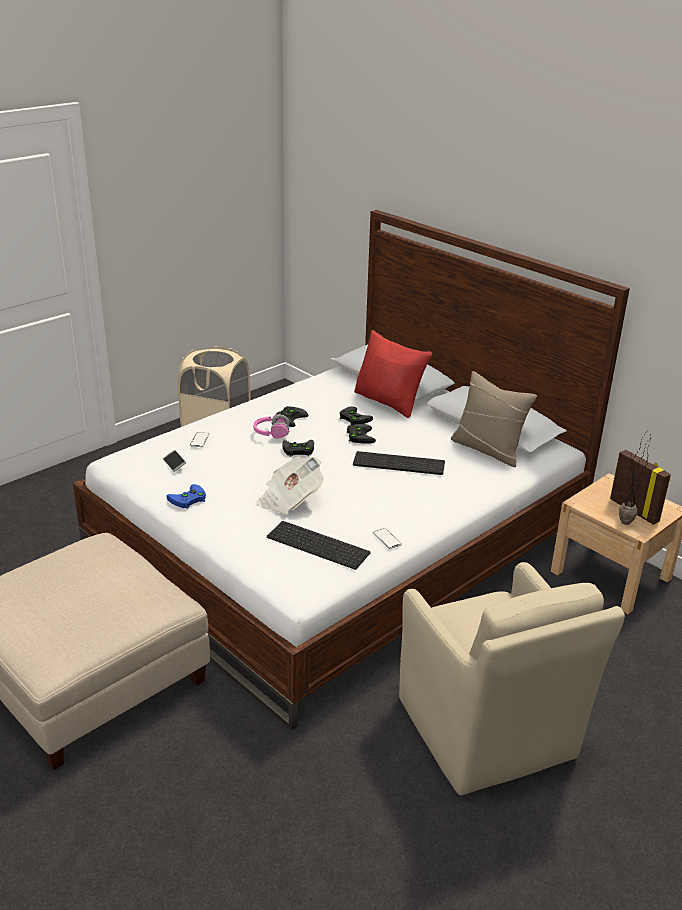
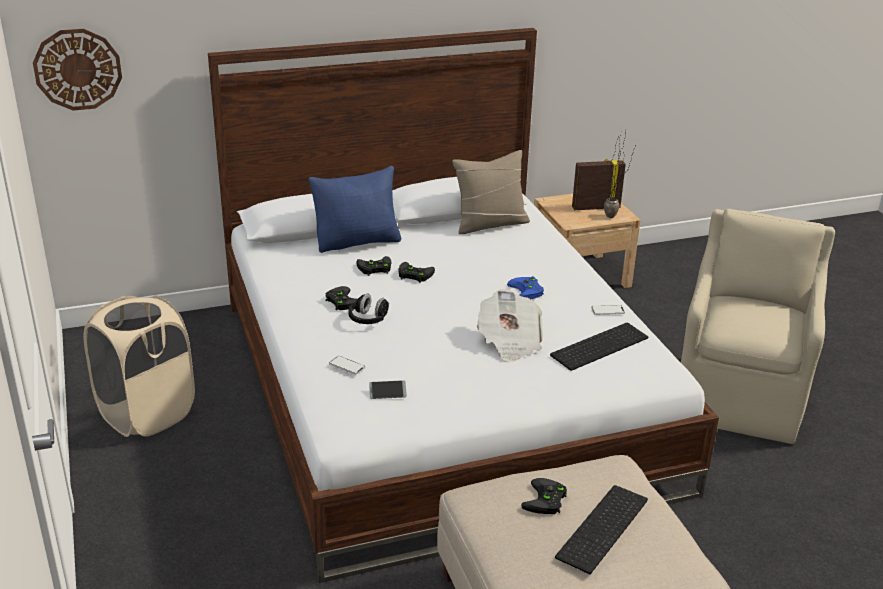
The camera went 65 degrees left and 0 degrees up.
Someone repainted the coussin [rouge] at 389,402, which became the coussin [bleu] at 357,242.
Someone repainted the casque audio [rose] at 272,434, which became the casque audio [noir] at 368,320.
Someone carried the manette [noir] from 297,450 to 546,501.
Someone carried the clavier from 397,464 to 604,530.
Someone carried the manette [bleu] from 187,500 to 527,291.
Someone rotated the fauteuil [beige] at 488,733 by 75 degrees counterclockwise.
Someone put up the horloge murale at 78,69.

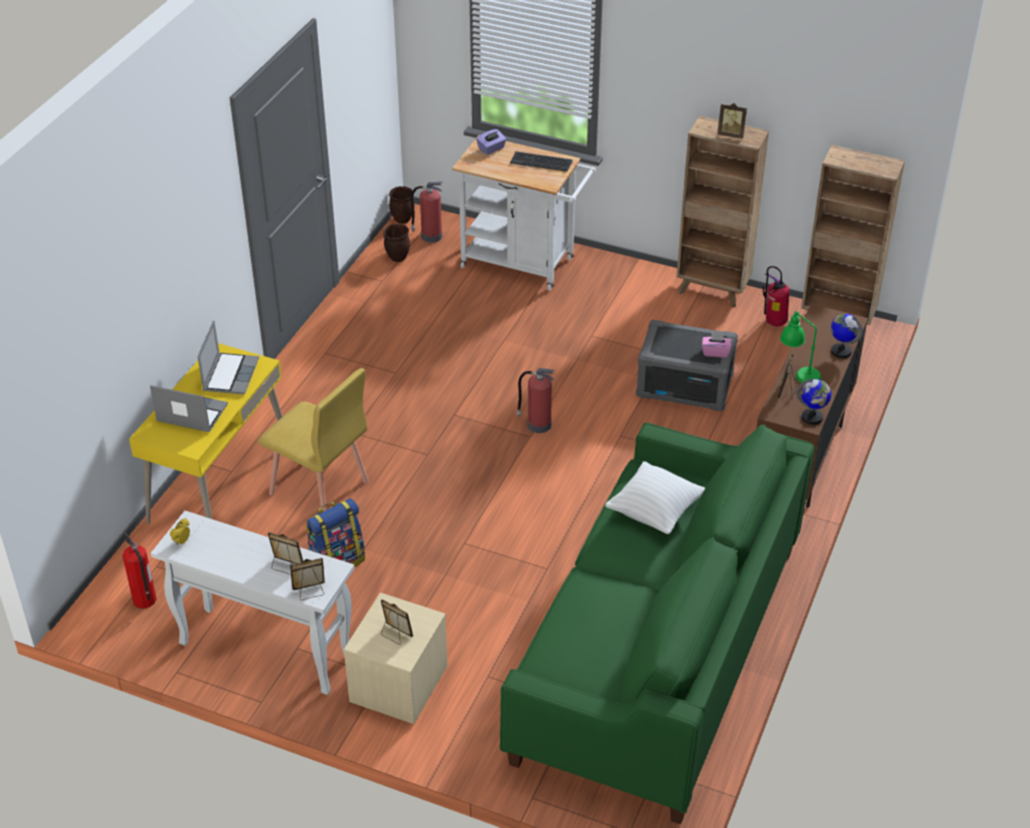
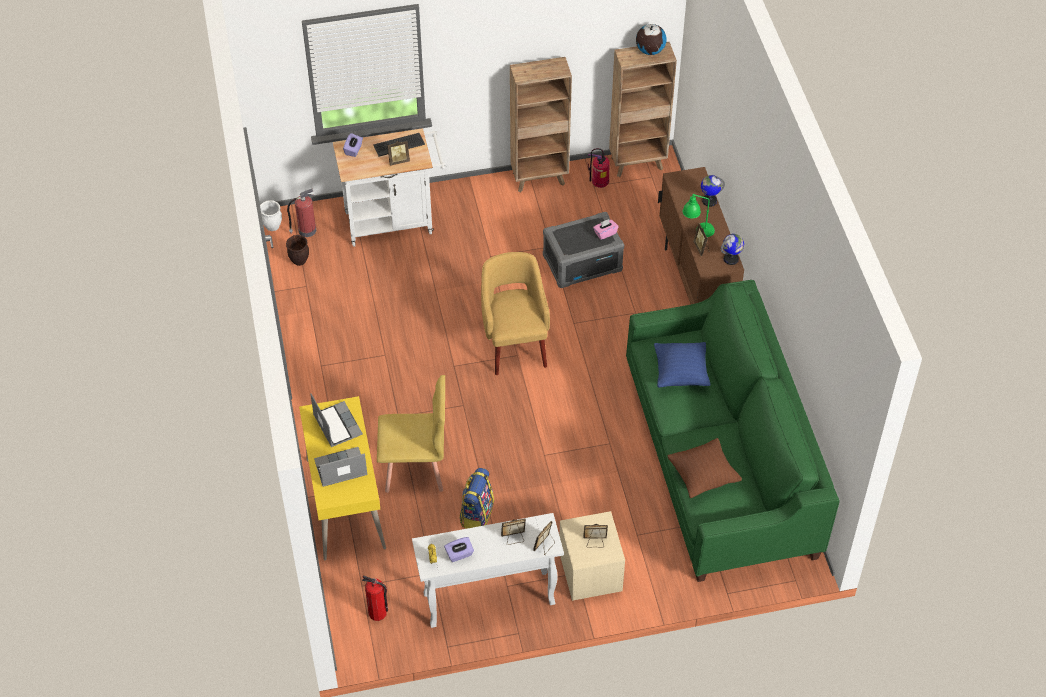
The camera went 35 degrees left and 10 degrees up.
Someone carried the cadre photo from 731,134 to 398,161.
Someone repainted the cache-pot [marron] at 403,219, which became the cache-pot [blanc] at 273,226.
Someone swapped the extincteur at 537,424 for the fauteuil [jaune] at 514,343.
Someone repainted the coussin [blanc] at 654,512, which became the coussin [bleu] at 680,373.
Someone put down the globe at 649,51.
Someone put down the coussin [marron] at 703,476.
Someone put down the boîte à mouchoirs [violet] at 459,554.

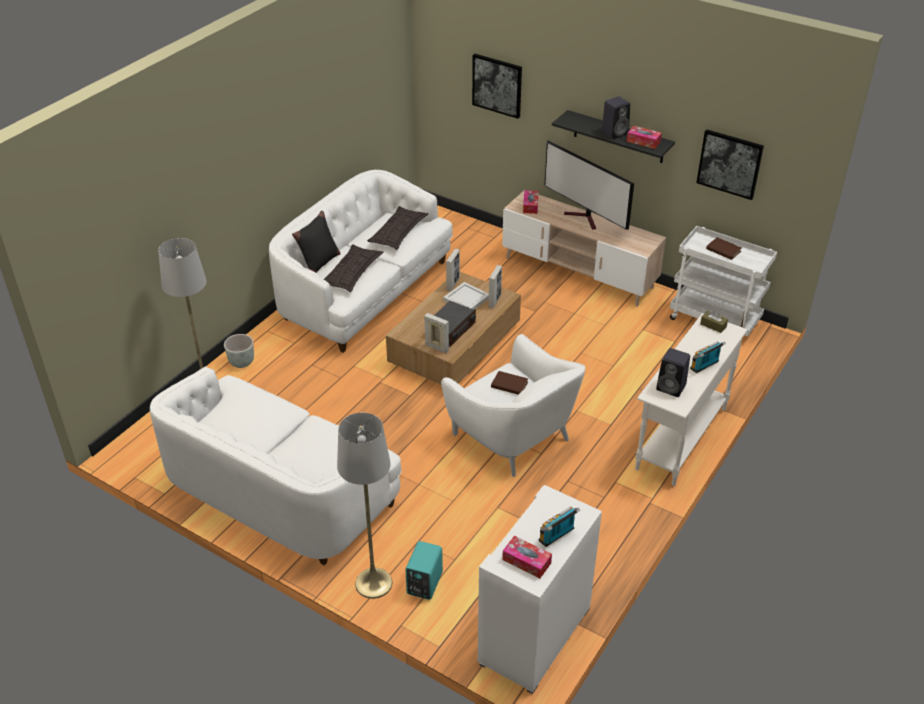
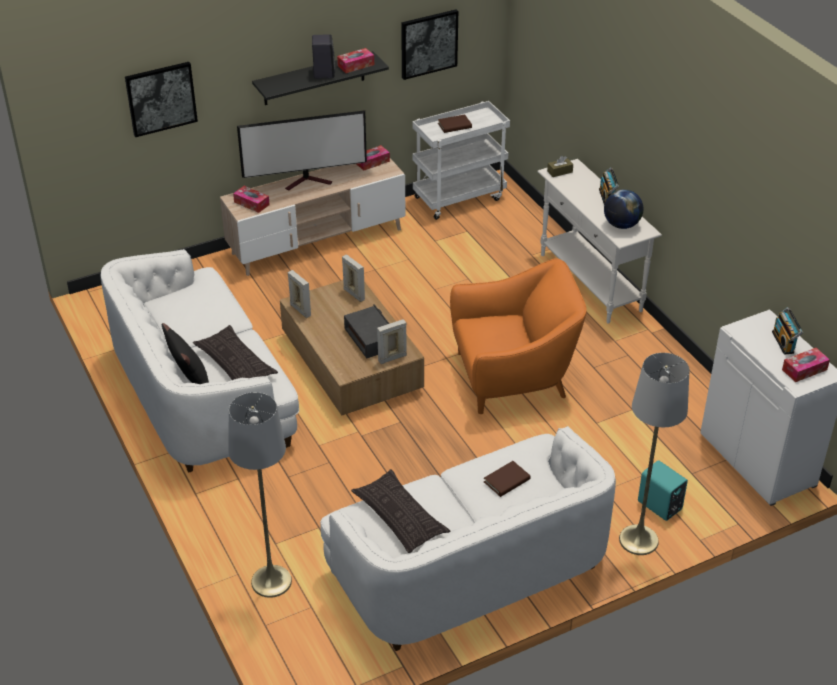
The camera went 60 degrees left and 0 degrees up.
Someone carried the coussin from 398,232 to 399,516.
Someone took away the plateau [blanc] at 466,299.
Someone took away the cache-pot [gris] at 241,362.
Someone repainted the fauteuil [blanc] at 513,436, which became the fauteuil [orange] at 513,376.
Someone swapped the enceinte [noir] at 672,387 for the globe at 621,225.
Someone carried the livre [marron] from 509,385 to 506,481.
Someone put down the boîte à mouchoirs at 372,162.

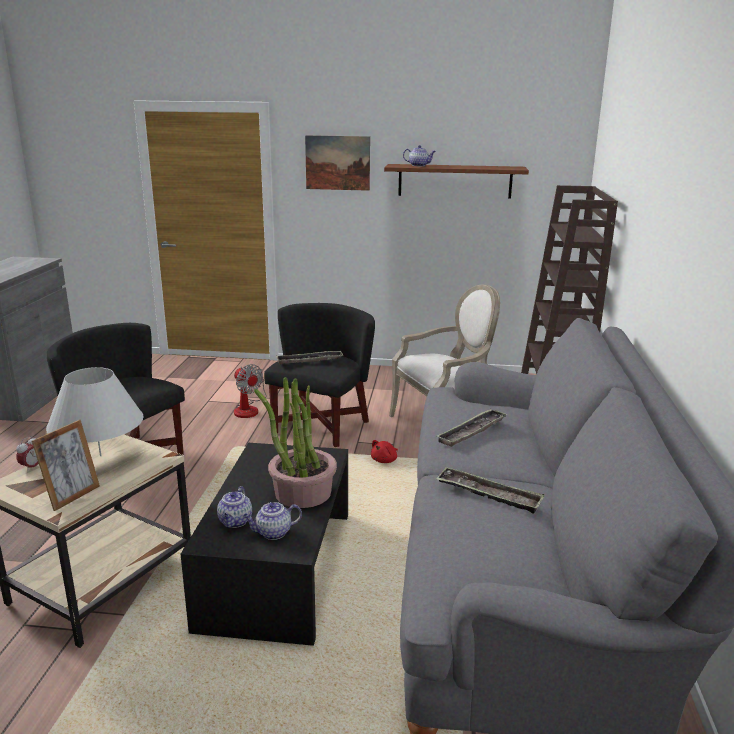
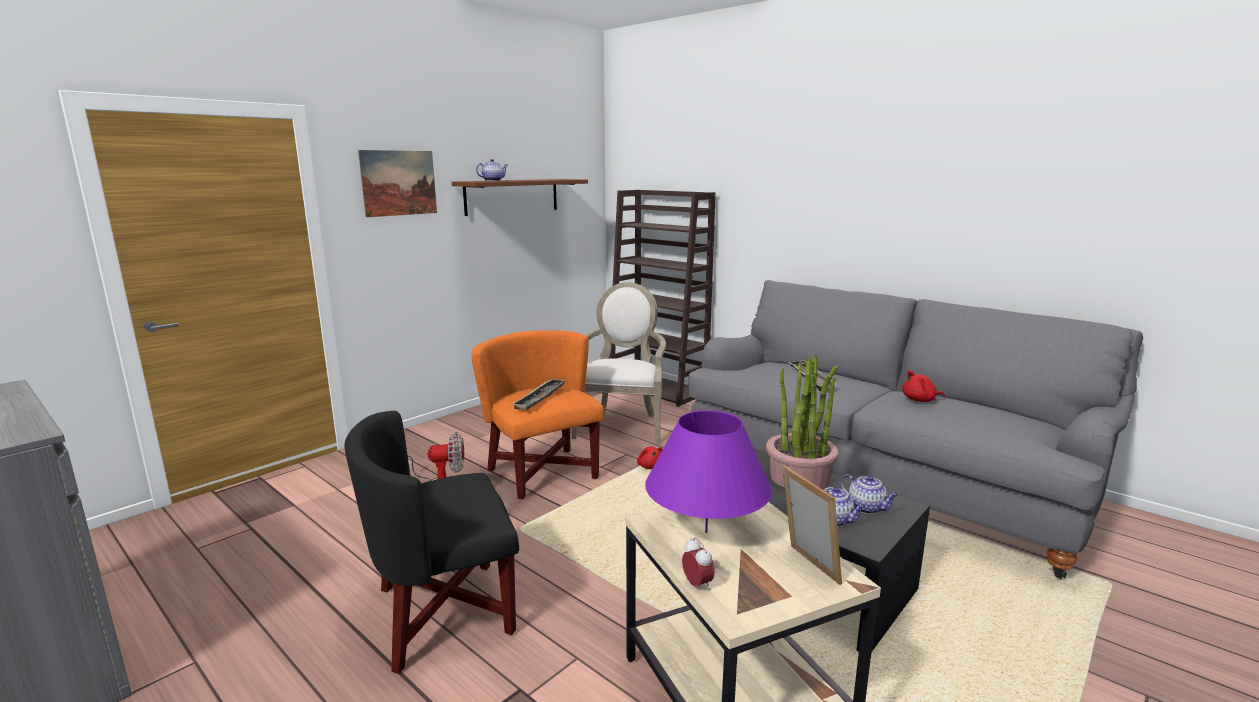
The camera went 55 degrees left and 5 degrees down.
Someone repainted the fauteuil [noir] at 320,426, which became the fauteuil [orange] at 543,472.
Someone repainted the lampe de table [blanc] at 100,456, which became the lampe de table [violet] at 706,532.
Someone swapped the plateau at 488,494 for the peluche [rouge] at 920,400.
Someone rotated the théière at 273,533 by 60 degrees counterclockwise.

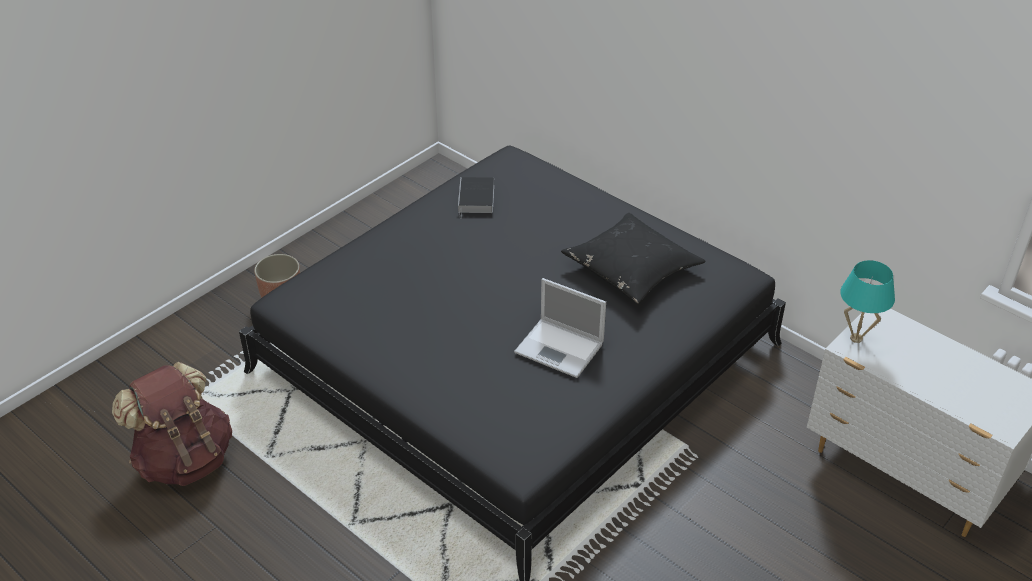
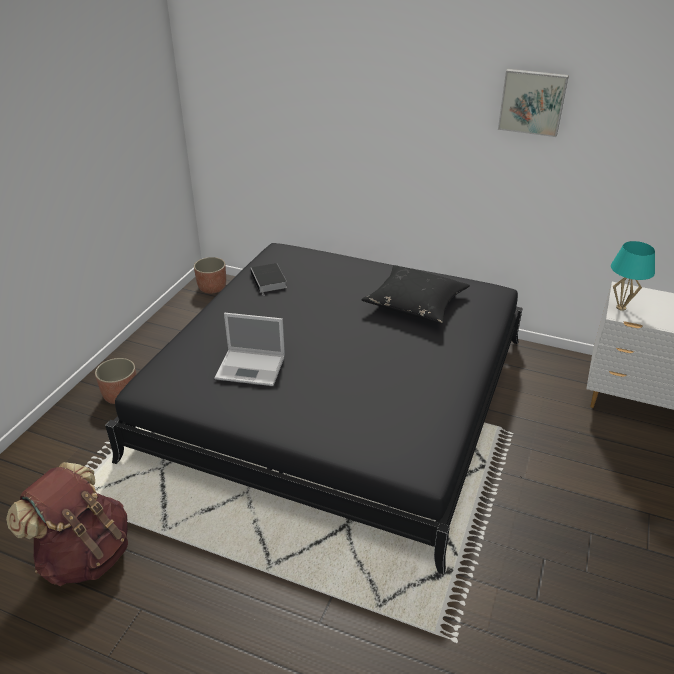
The camera went 20 degrees left and 5 degrees down.
Someone carried the ordinateur portable from 560,348 to 252,367.
Someone put up the tableau at 532,102.
Someone put down the cache-pot at 212,288.

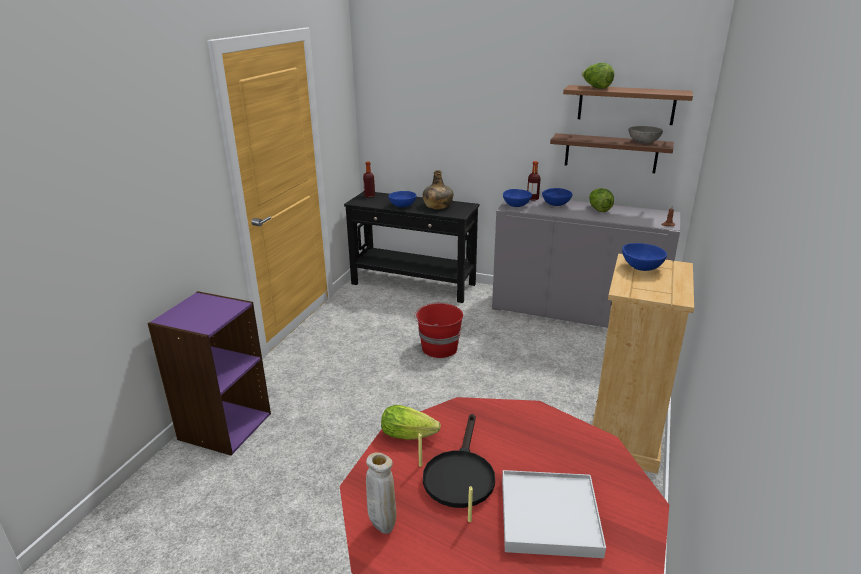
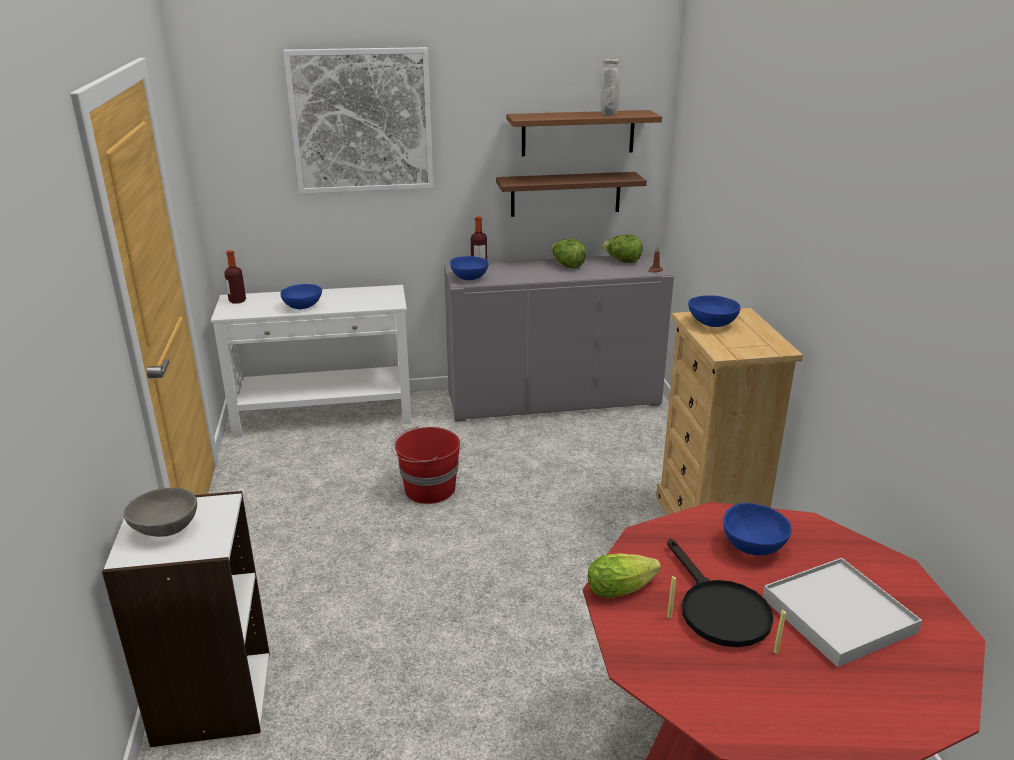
The camera went 30 degrees left and 0 degrees up.
Someone carried the laitue from 596,88 to 622,261.
Someone carried the bol [gris] from 644,142 to 167,529.
Someone took away the bouteille [vert] at 437,206.
Someone carried the bol [bleu] from 556,204 to 753,546.
Someone repainted the table console [noir] at 413,284, which became the table console [blanc] at 325,415.
Someone repainted the bibliothèque [violet] at 224,426, which became the bibliothèque [blanc] at 211,697.
Someone carried the vase [beige] from 382,527 to 608,115.
Someone put up the tableau at 361,121.

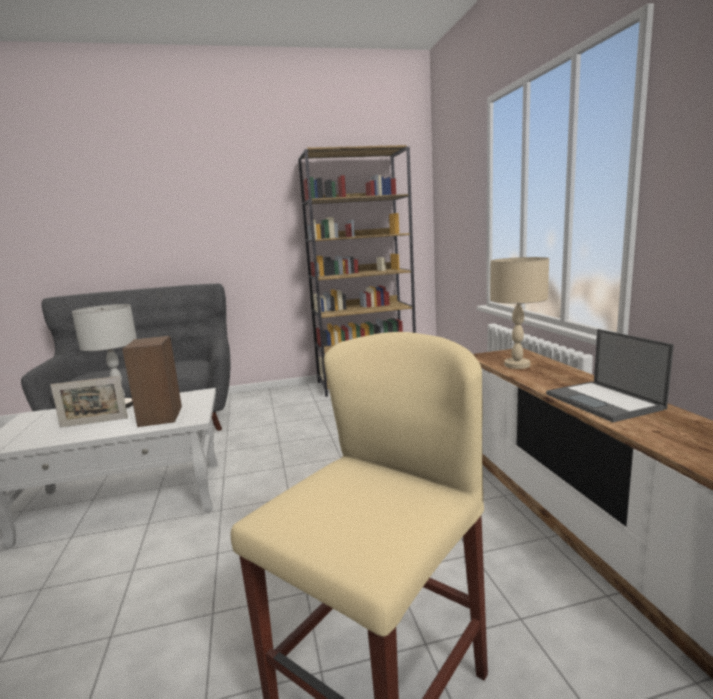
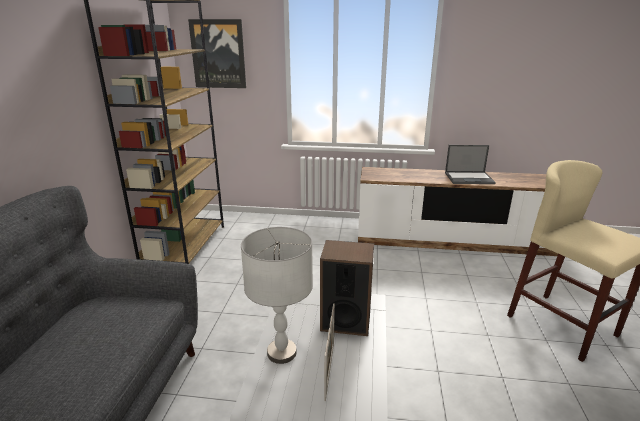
The camera went 70 degrees left and 10 degrees up.
Someone took away the lampe de table [beige] at 516,365.
Someone put up the tableau at 218,54.

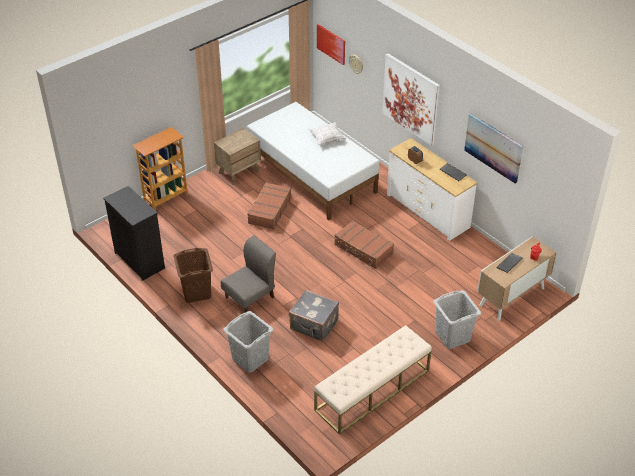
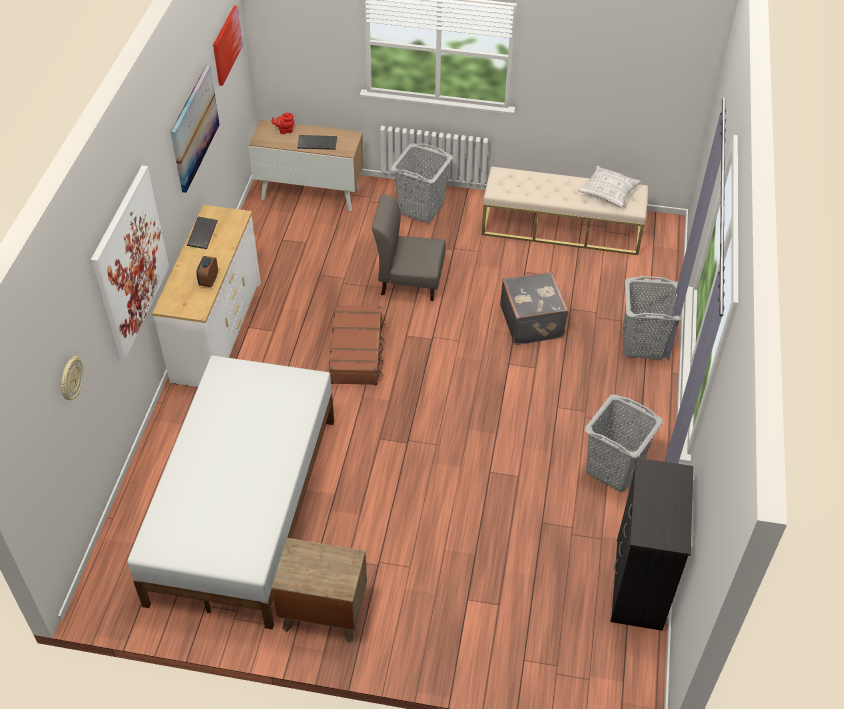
The camera went 130 degrees left and 5 degrees up.
Someone carried the tableau from 331,44 to 226,45.
Someone carried the coussin from 326,137 to 608,193.
Someone took away the bibliothèque at 165,198.
Someone took away the valise [marron] at 269,210.
Someone carried the chaise [gris] from 250,297 to 409,281.
Someone repainted the panier à linge [marron] at 196,292, which became the panier à linge [gris] at 613,469.

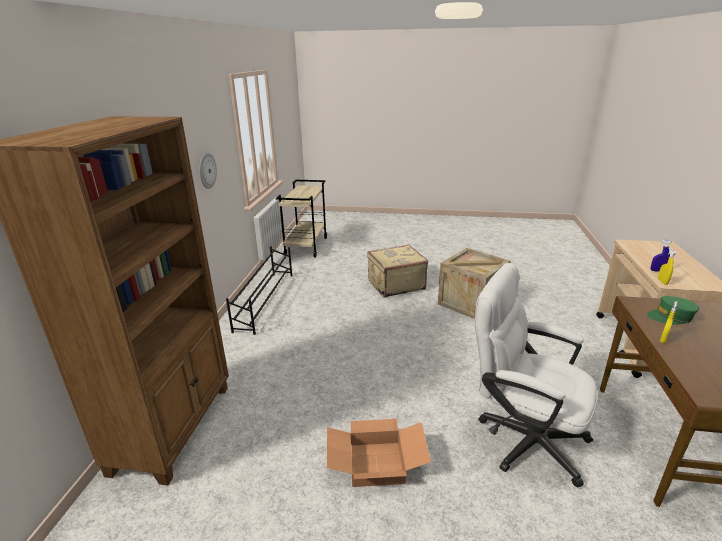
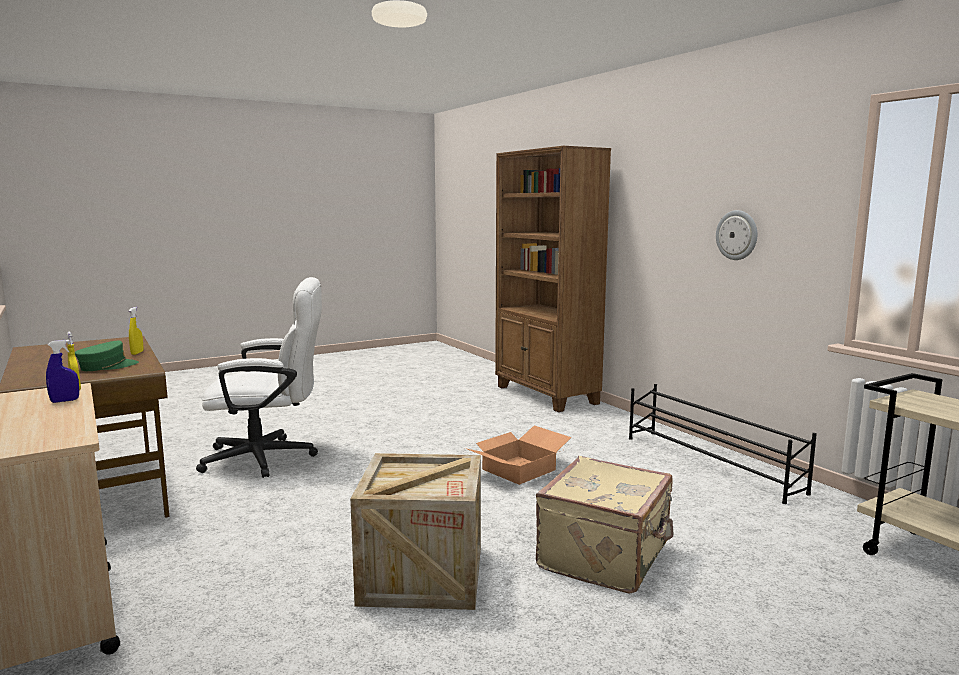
The camera went 140 degrees right and 15 degrees down.
Someone carried the carton from 375,464 to 518,469.

